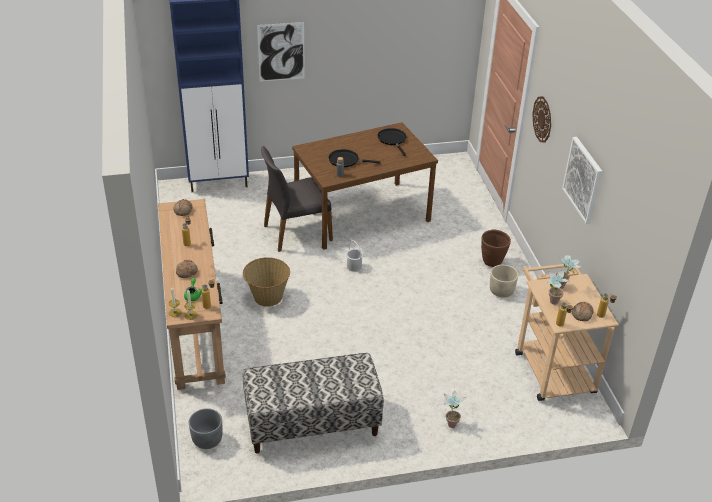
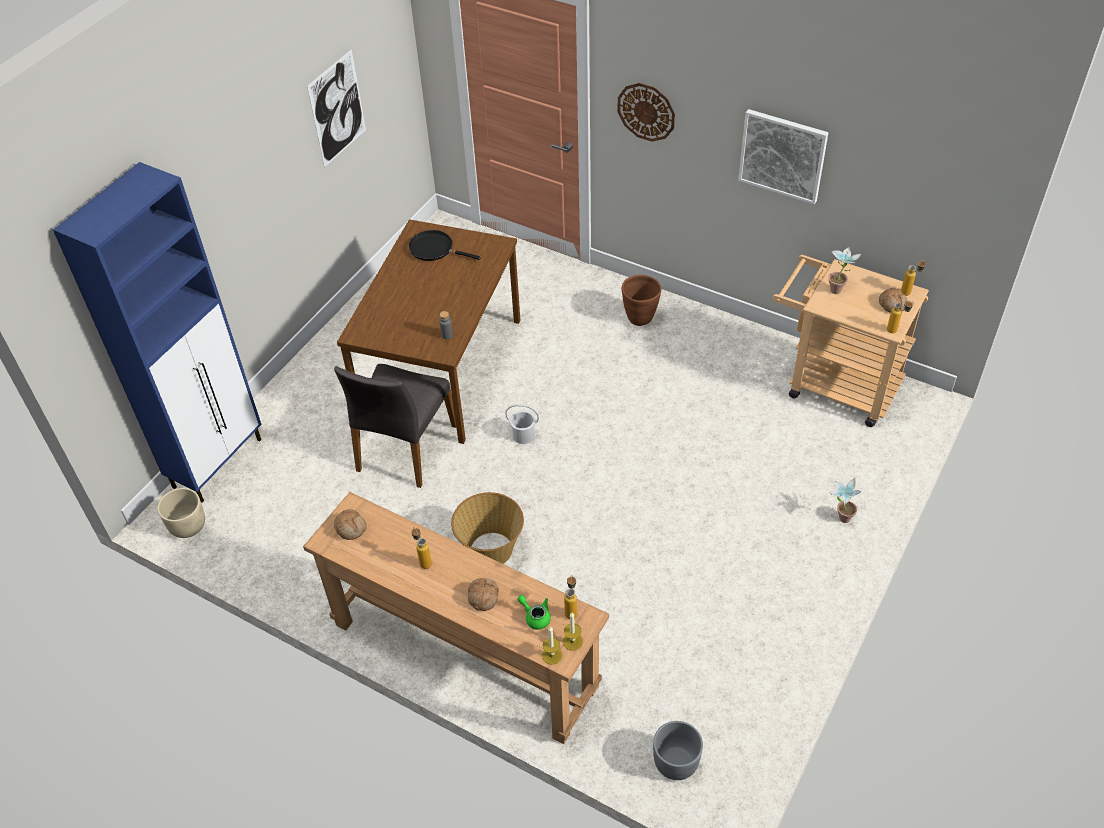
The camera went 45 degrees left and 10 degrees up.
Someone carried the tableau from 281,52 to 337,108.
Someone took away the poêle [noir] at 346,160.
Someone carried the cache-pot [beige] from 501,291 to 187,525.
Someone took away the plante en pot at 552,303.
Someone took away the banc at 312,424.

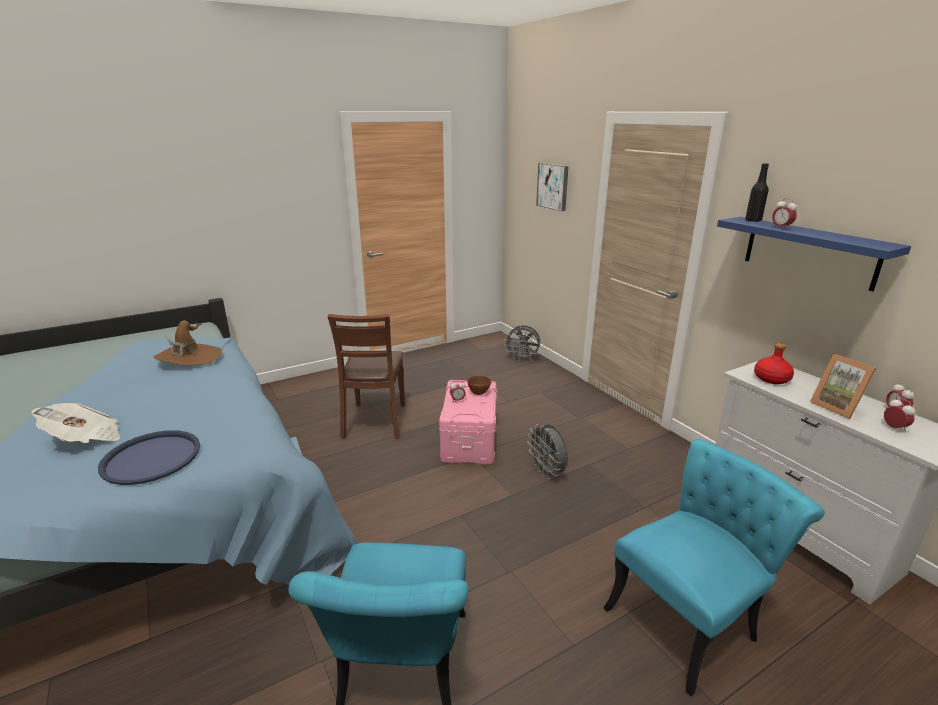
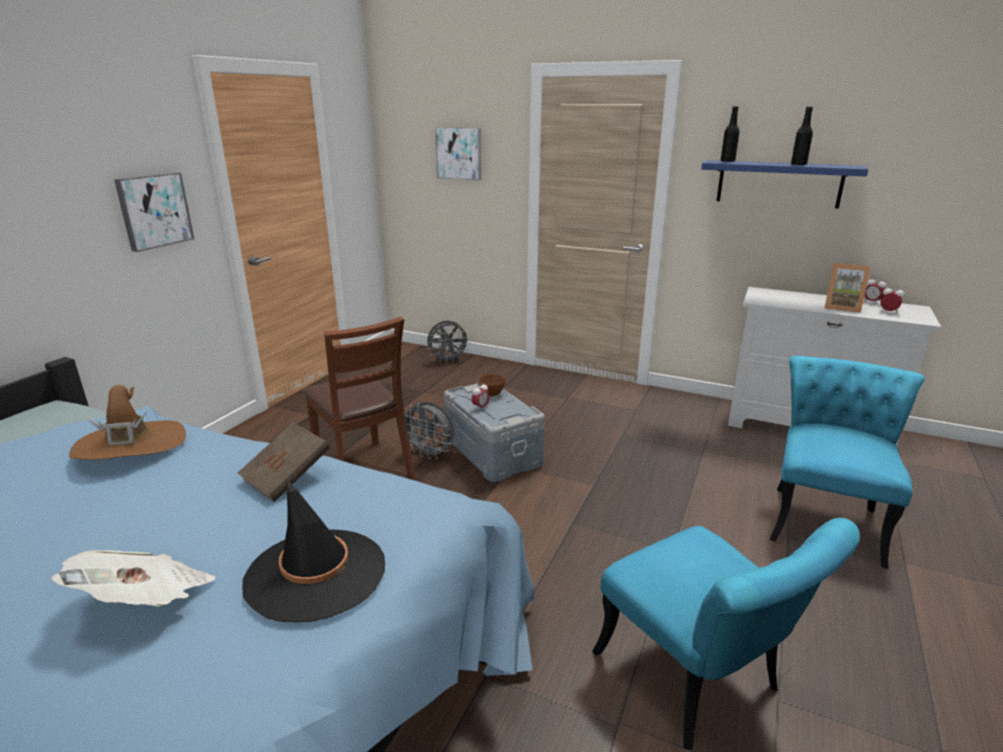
The camera went 35 degrees left and 0 degrees up.
Someone took away the réveil at 781,228.
Someone took away the bouteille [rouge] at 771,379.
Someone repainted the boîte de rangement [rose] at 470,440, which became the boîte de rangement [gris] at 493,452.
Someone carried the ventilateur [gris] from 547,472 to 430,454.
Someone swapped the plateau [bleu] at 151,458 for the chapeau [noir] at 316,573.
Someone put down the bouteille [noir] at 798,164.
Someone put up the tableau at 154,211.
Someone put down the livre [marron] at 287,477.

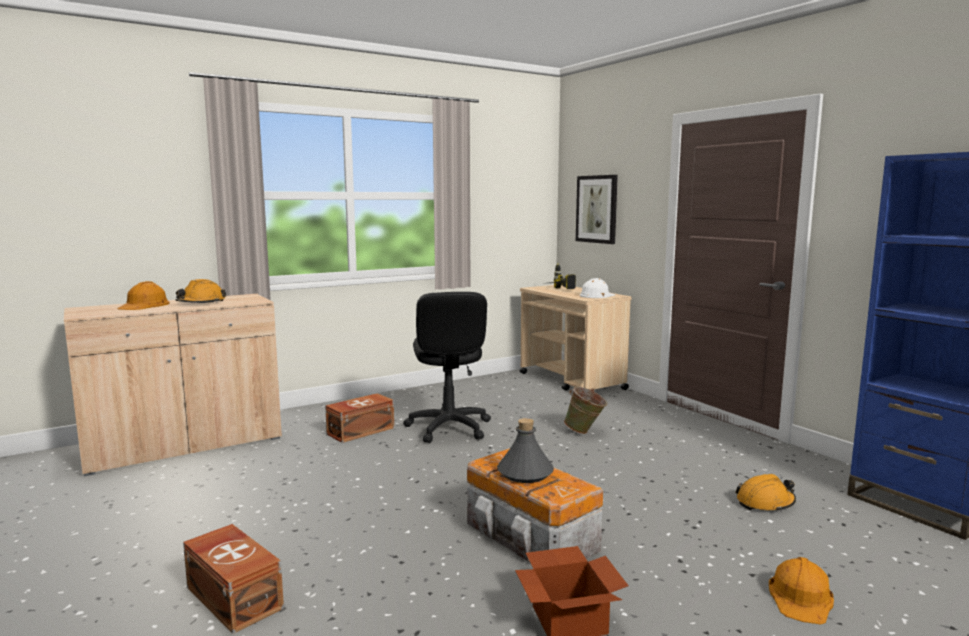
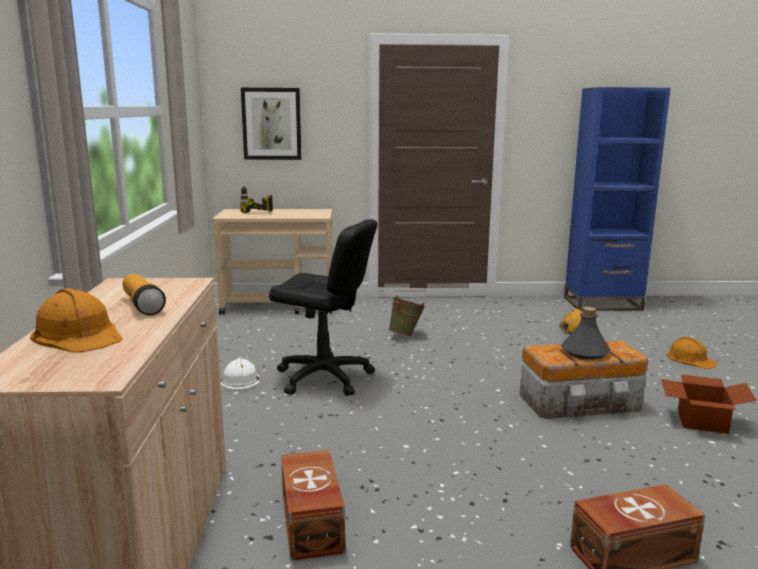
The camera went 60 degrees left and 5 degrees up.
Someone carried the casque de chantier [blanc] from 596,295 to 240,380.
Someone swapped the casque de chantier [orange] at 201,303 for the lampe de poche at 143,305.
Someone carried the boîte de rangement [marron] from 359,431 to 310,524.

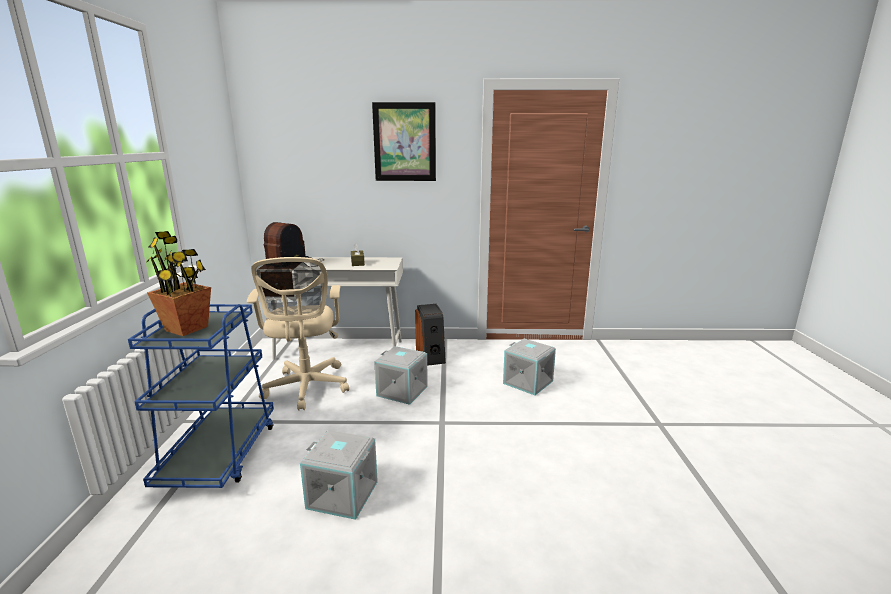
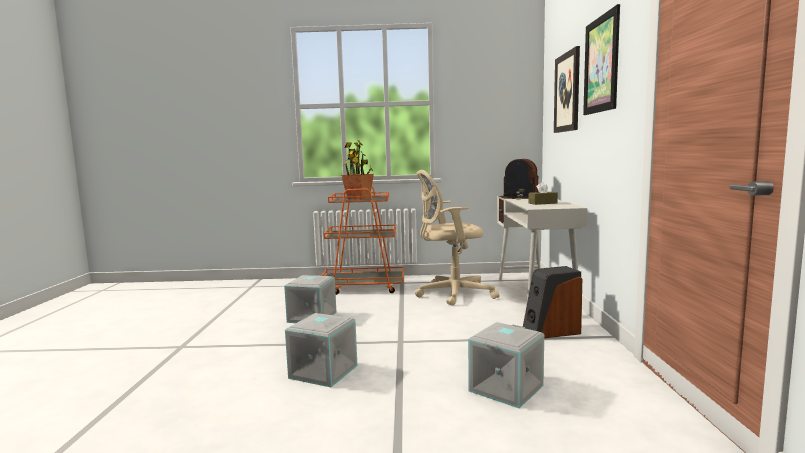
The camera went 90 degrees right and 10 degrees down.
Someone repainted the chariot [bleu] at 220,455, which became the chariot [orange] at 364,287.
Someone carried the boîte de rangement [gris] from 401,391 to 322,371.
Someone put up the tableau at 567,92.

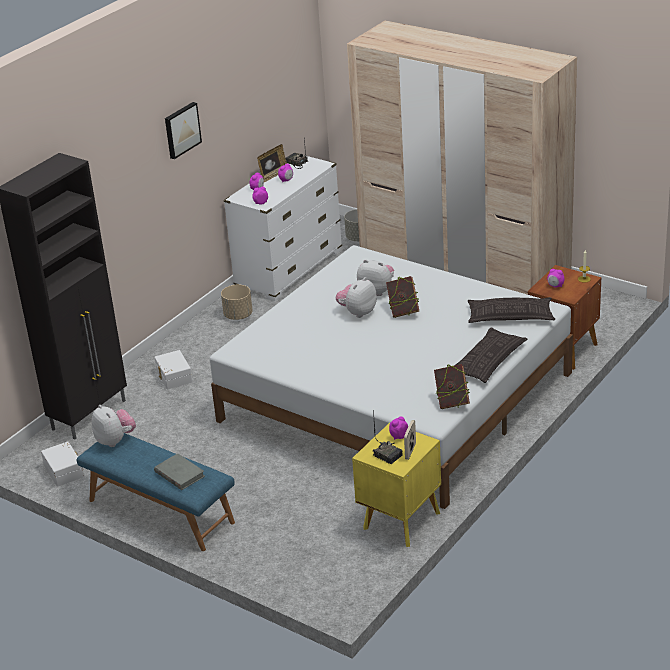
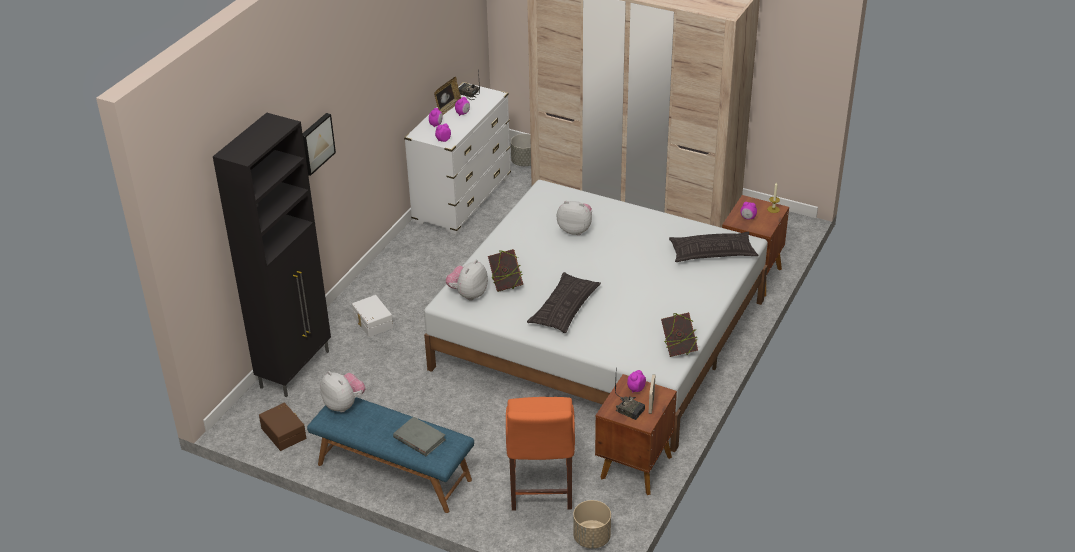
The camera went 10 degrees left and 5 degrees up.
Someone carried the tableau from 181,130 to 316,143.
Someone carried the livre from 403,312 to 506,284.
Someone carried the peluche from 357,312 to 468,294.
Someone carried the cache-pot [beige] from 238,316 to 592,538.
Someone carried the coussin from 488,361 to 564,308.
Someone repainted the table de chevet [jaune] at 400,520, which became the table de chevet [marron] at 634,467.
Someone repainted the boîte de rangement [blanc] at 65,470, which became the boîte de rangement [marron] at 284,432.
Someone put down the chaise [orange] at 540,490.

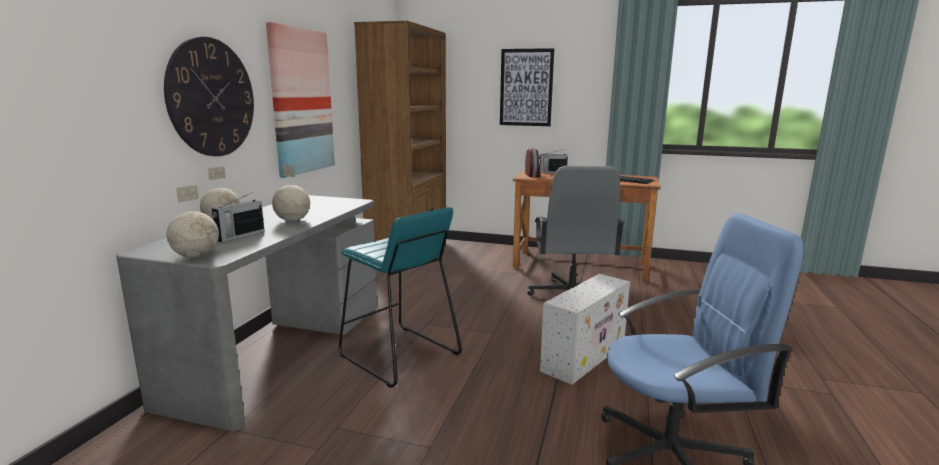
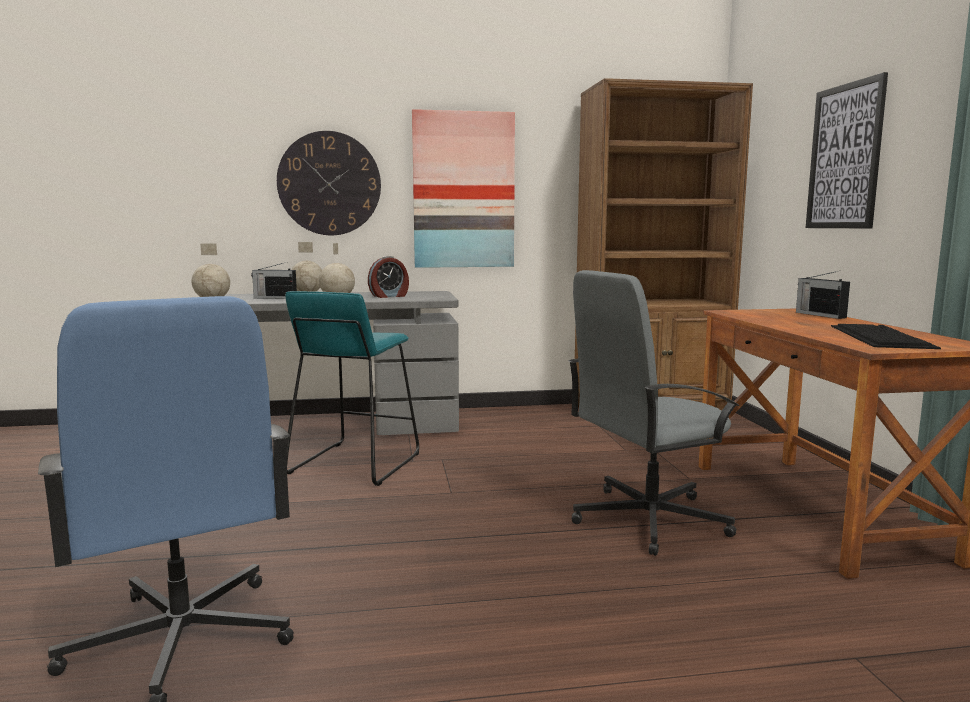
The camera went 65 degrees right and 5 degrees down.
Someone carried the réveil from 532,175 to 389,296.
Someone took away the boîte de rangement [blanc] at 585,356.

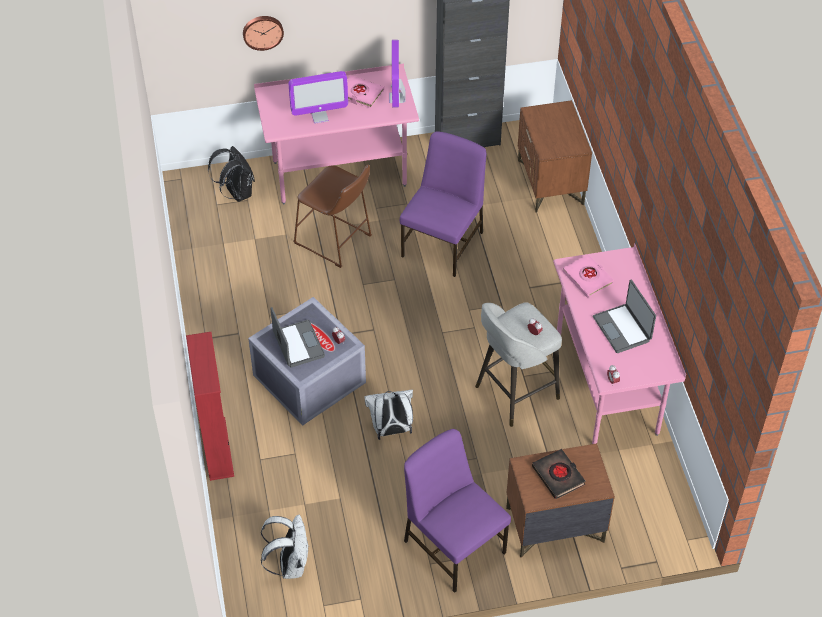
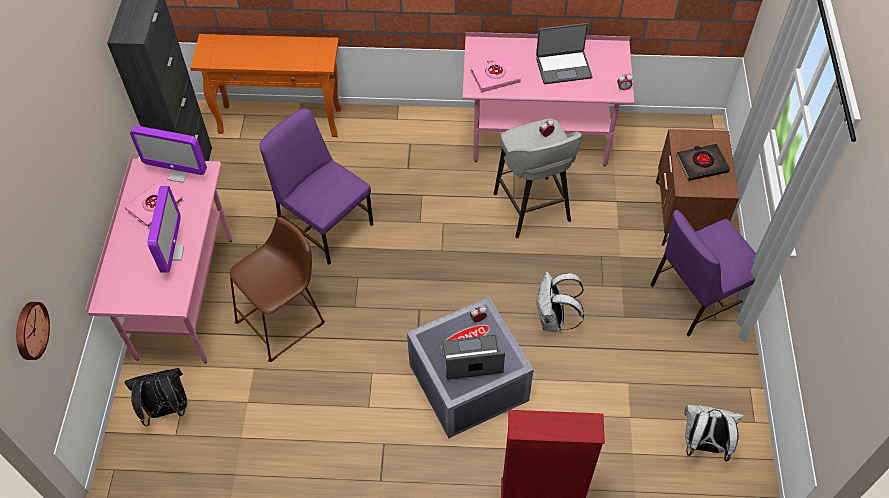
The camera went 75 degrees left and 5 degrees up.
Someone carried the horloge murale from 262,31 to 29,330.
Someone swapped the table de chevet [marron] at 550,183 for the table console [orange] at 281,121.

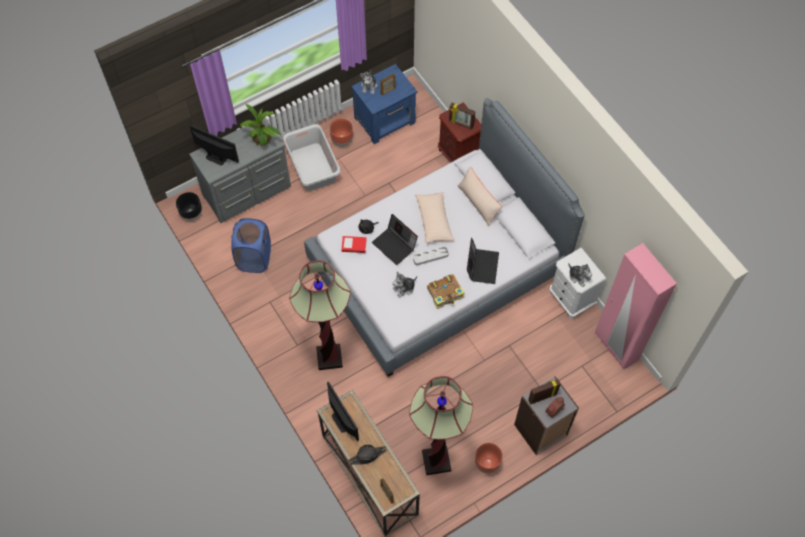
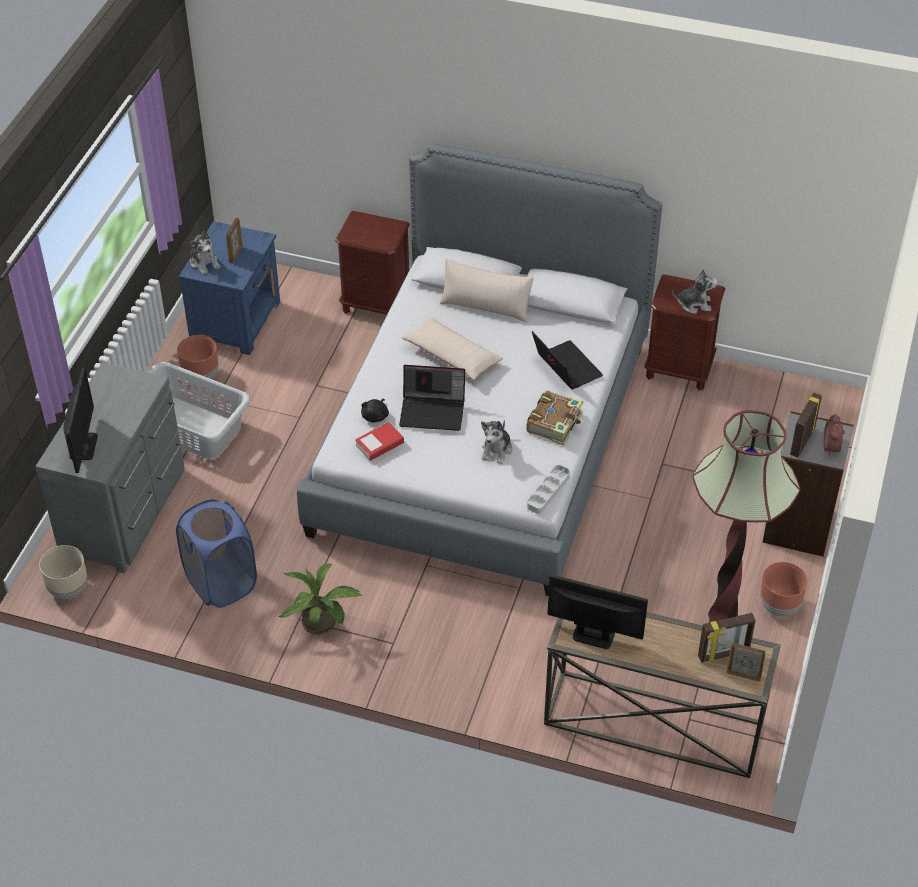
The camera went 40 degrees left and 15 degrees down.
Someone carried the cadre photo from 461,124 to 724,654.
Someone carried the plante en pot from 263,140 to 323,624.
Someone rotated the écran d'ordinateur at 216,157 by 105 degrees clockwise.
Someone repainted the cache-pot [noir] at 191,214, which became the cache-pot [beige] at 68,589.
Someone took away the armoire [rose] at 616,347.
Someone carried the plateau [gris] from 430,257 to 548,491.
Someone repainted the table de chevet [blanc] at 571,299, which became the table de chevet [marron] at 679,369.
Someone took away the lampadaire at 329,357.
Someone took away the chapeau [noir] at 367,456.

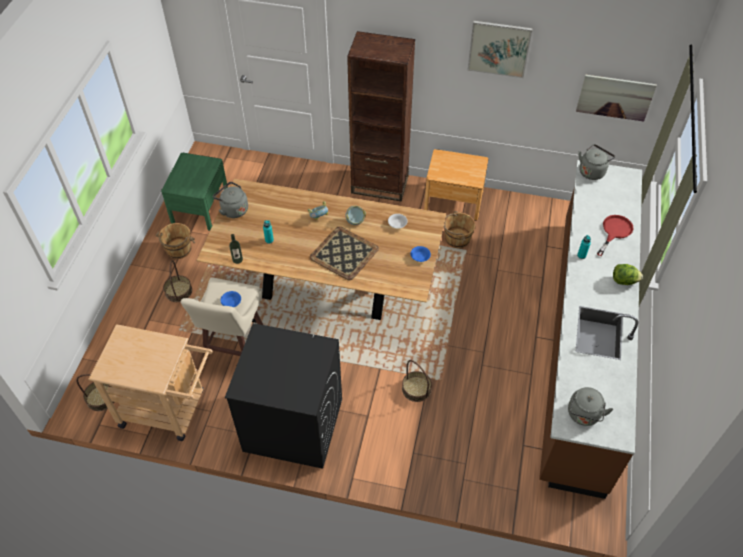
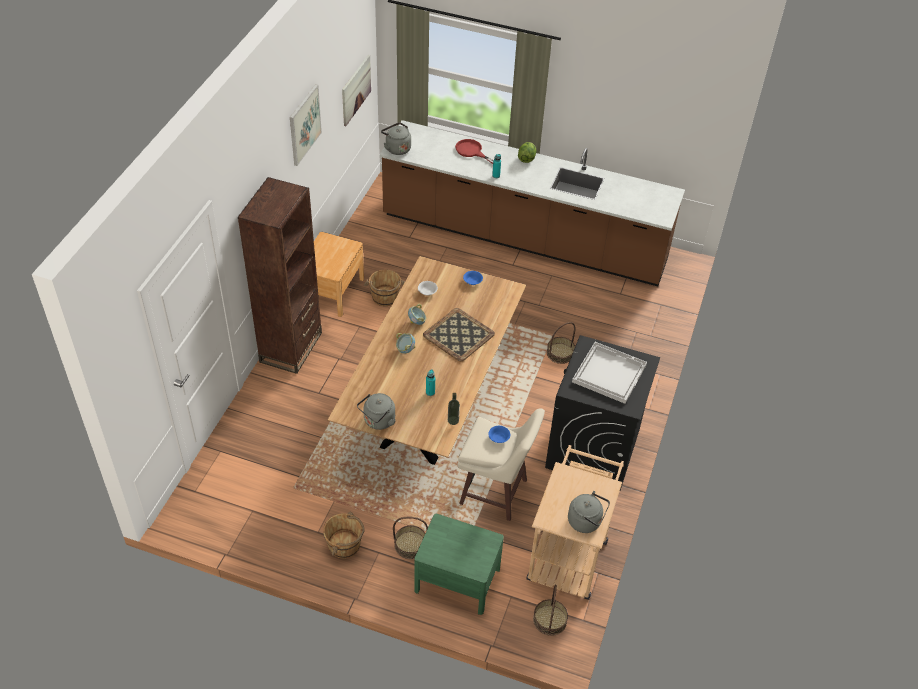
The camera went 85 degrees left and 5 degrees down.
Someone carried the table de chevet [vert] from 200,207 to 457,580.
Someone carried the bouilloire [gris] from 583,415 to 586,522.
Someone put down the plateau [blanc] at 609,373.

